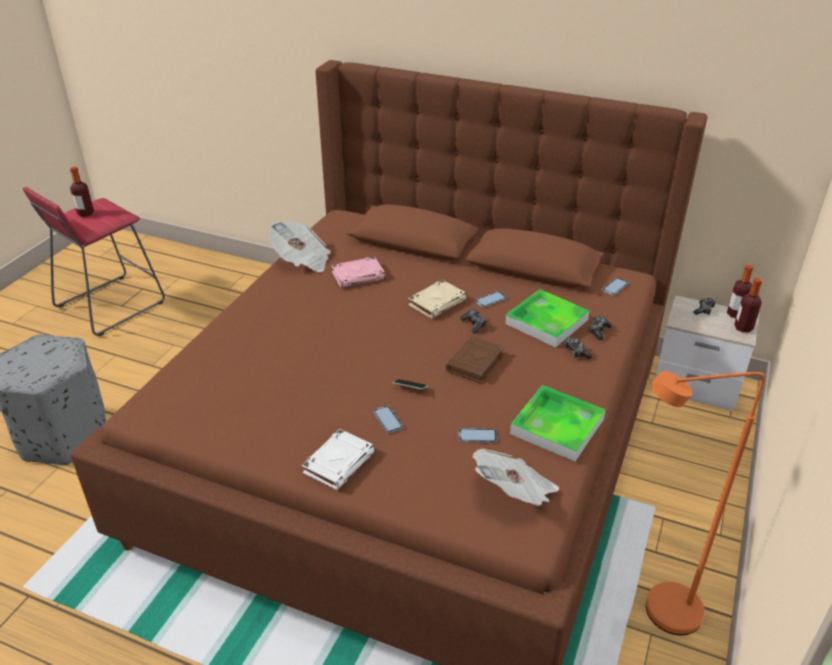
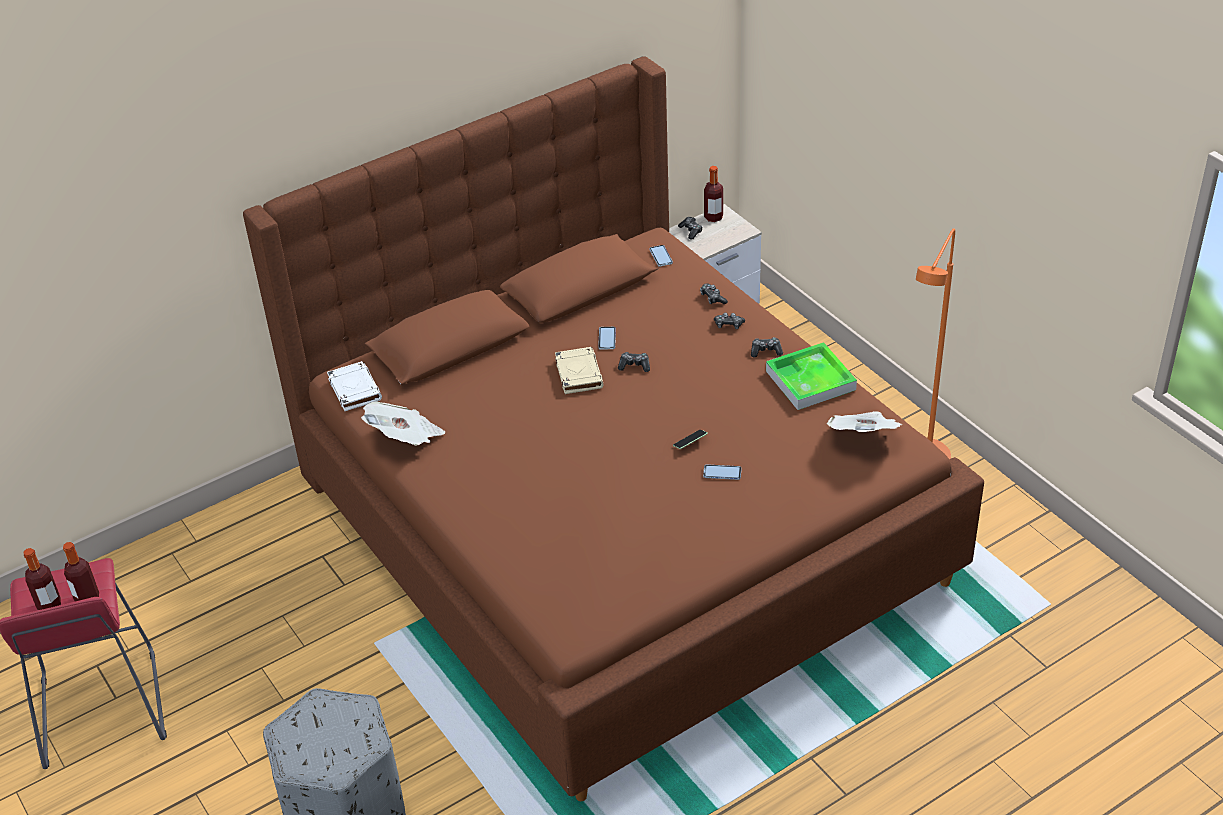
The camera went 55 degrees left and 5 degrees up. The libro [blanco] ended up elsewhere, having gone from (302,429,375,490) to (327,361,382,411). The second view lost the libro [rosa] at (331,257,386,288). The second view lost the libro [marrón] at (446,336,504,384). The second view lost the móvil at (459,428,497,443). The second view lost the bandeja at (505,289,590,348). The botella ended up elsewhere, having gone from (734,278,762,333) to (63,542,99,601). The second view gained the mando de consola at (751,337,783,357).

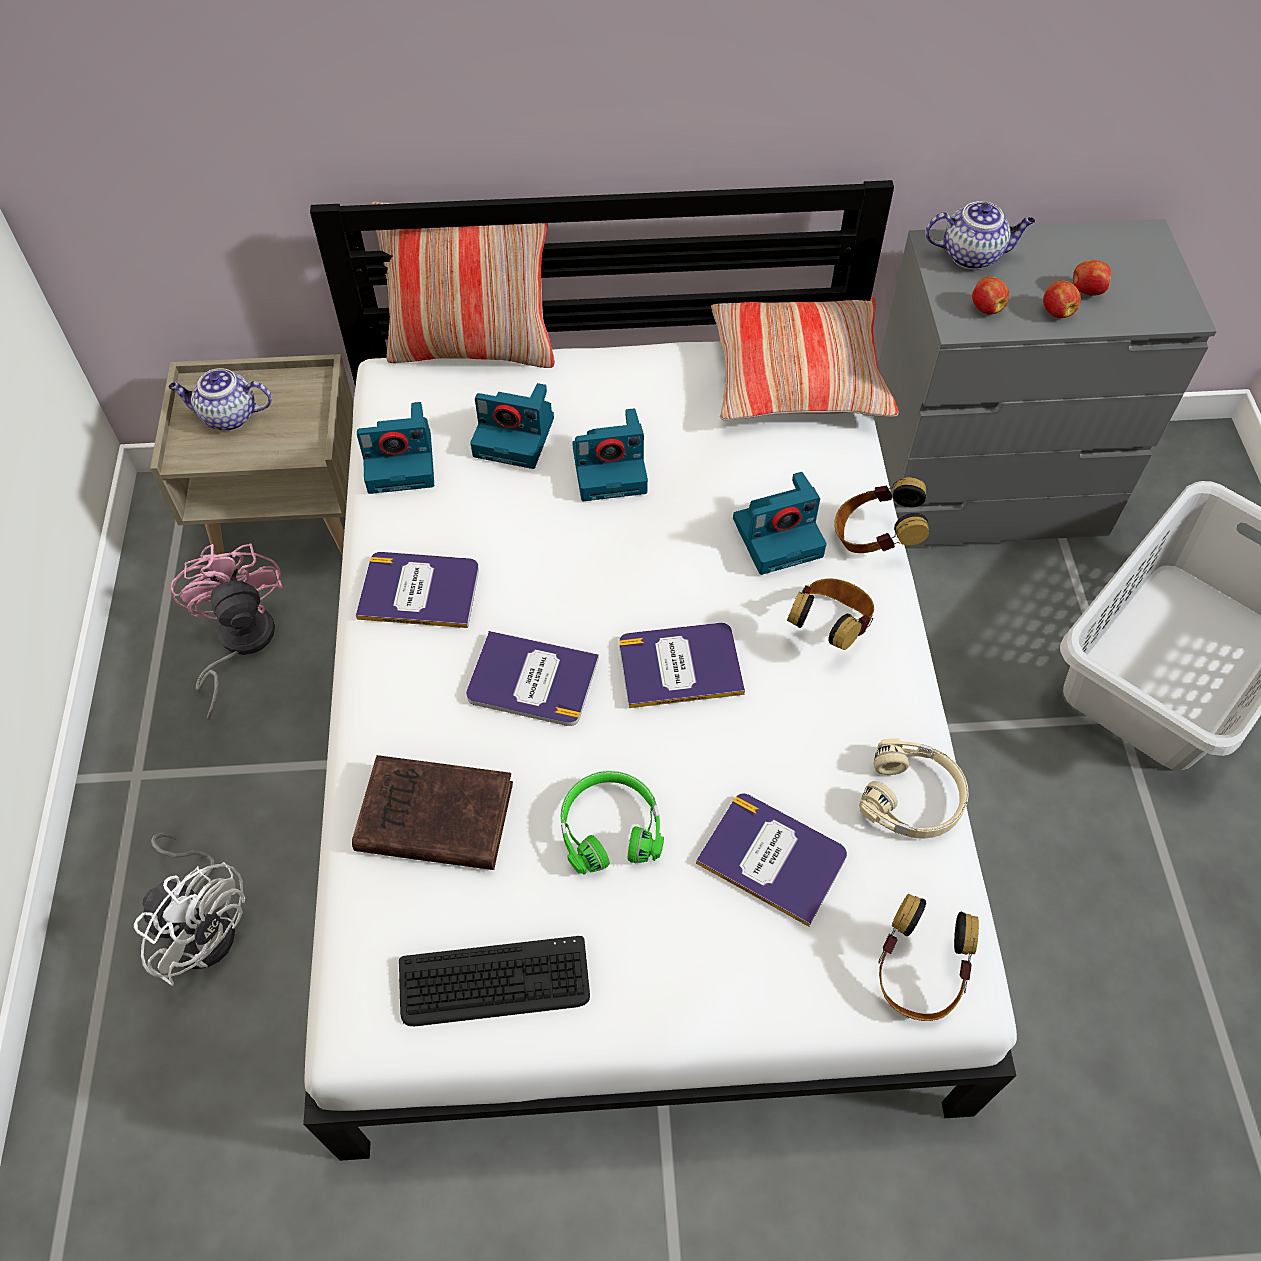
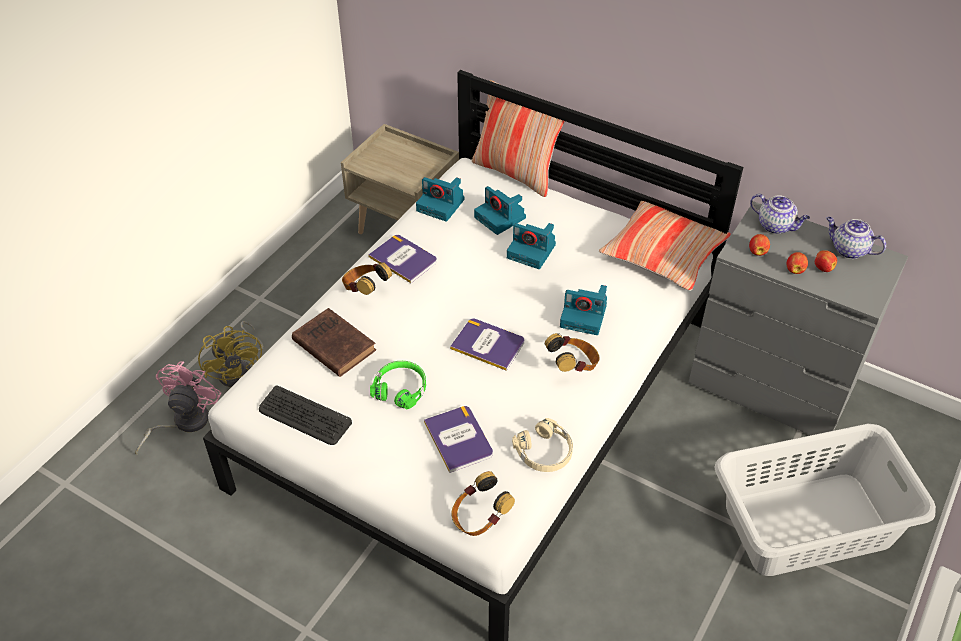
The camera went 35 degrees right and 10 degrees down. What was the ventilador [blanco] at (134,833,245,986) turned into the ventilador [amarillo] at (198,321,264,387). The tetera ended up elsewhere, having gone from (168,368,272,431) to (826,217,886,259). The ventilador [rosa] ended up elsewhere, having gone from (171,543,283,720) to (135,361,221,455). The second view lost the libro at (466,631,599,726). The auriculares ended up elsewhere, having gone from (834,477,929,553) to (342,262,392,295).

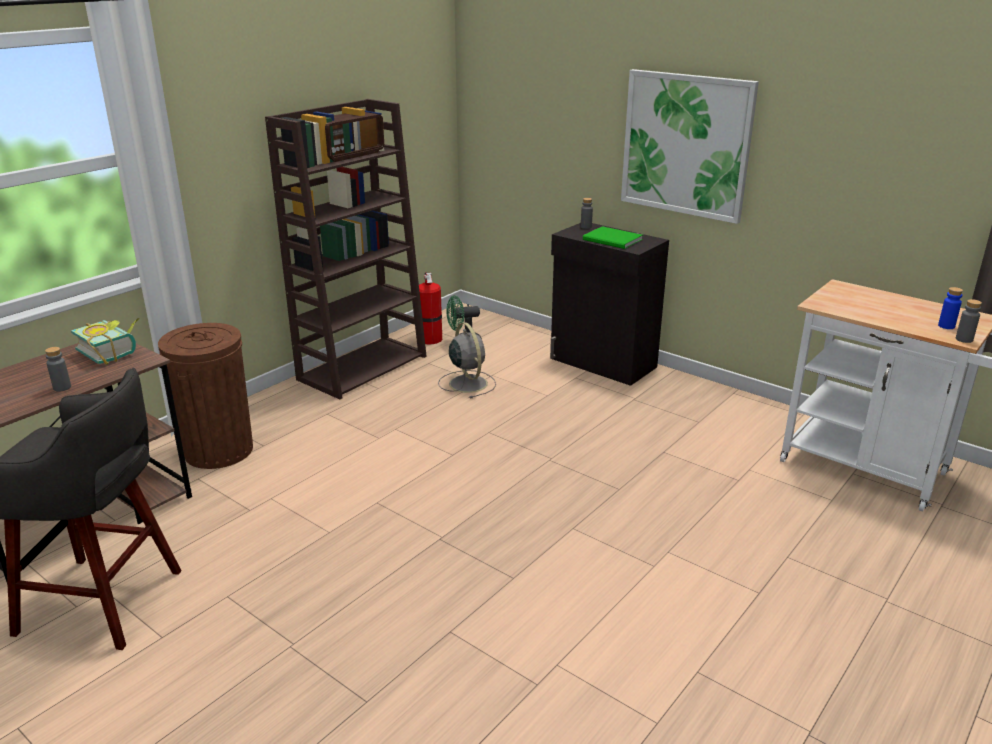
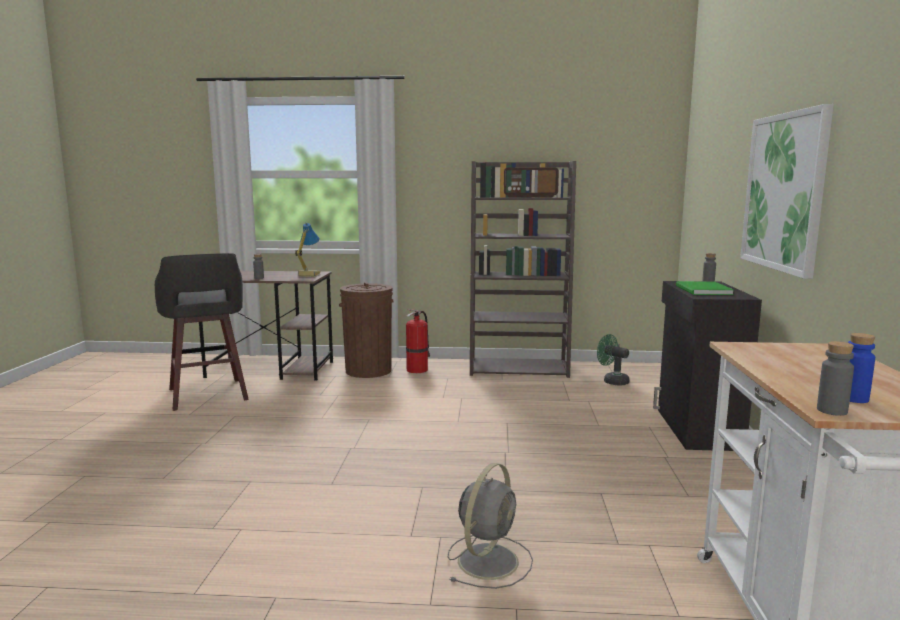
The camera went 55 degrees right and 15 degrees down. Where the libro stood at (71,318,139,365), the lámpara de mesa came to stand at (295,222,320,277). The extintor ended up elsewhere, having gone from (419,272,442,344) to (406,309,430,373). The ventilador [gris] ended up elsewhere, having gone from (438,322,496,398) to (448,463,533,589).

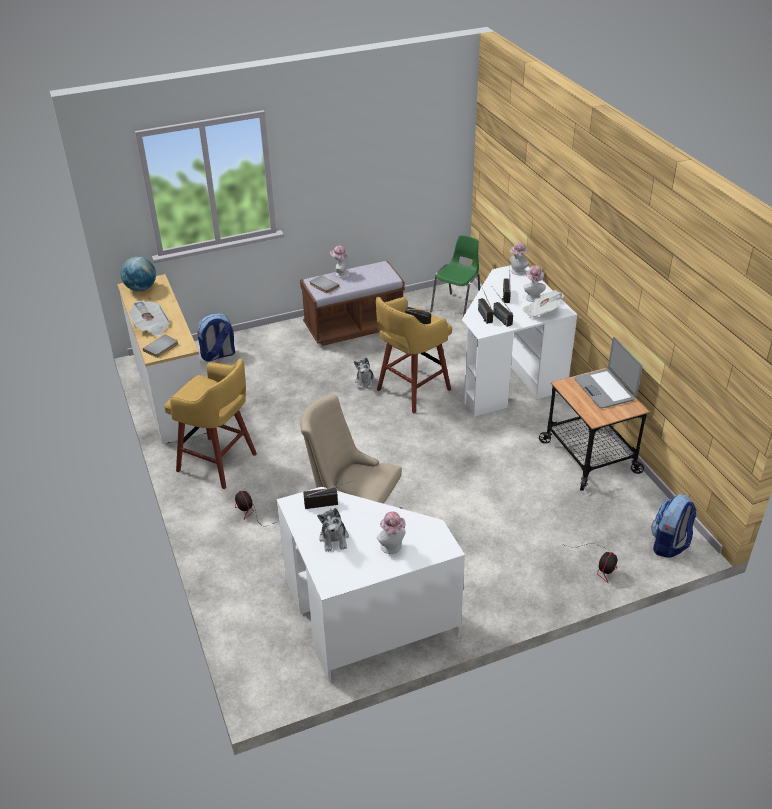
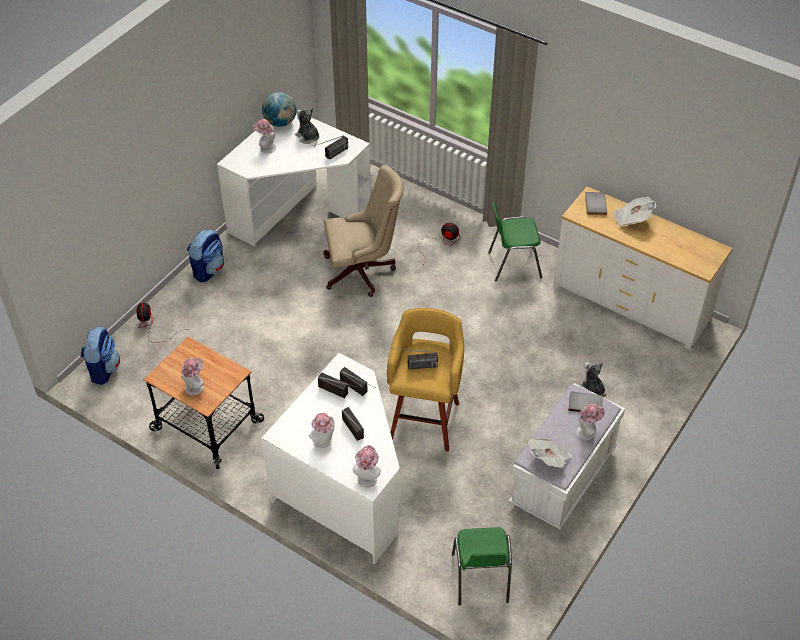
The camera went 145 degrees right and 10 degrees up. The globo terráqueo ended up elsewhere, having gone from (121,257,156,291) to (262,92,297,127). Where the taburete [amarillo] stood at (164,359,257,489), the silla [verde] came to stand at (488,202,542,282). The mochila ended up elsewhere, having gone from (197,314,235,362) to (187,229,224,282). What was the banco [marrón] at (300,261,405,346) turned into the banco [blanco] at (509,383,625,529). The peluche ended up elsewhere, having gone from (354,358,376,389) to (578,362,606,397). The periódico ended up elsewhere, having gone from (523,290,564,318) to (528,438,572,468). Where the portátil stood at (574,337,643,408), the sombrero came to stand at (181,357,204,395).

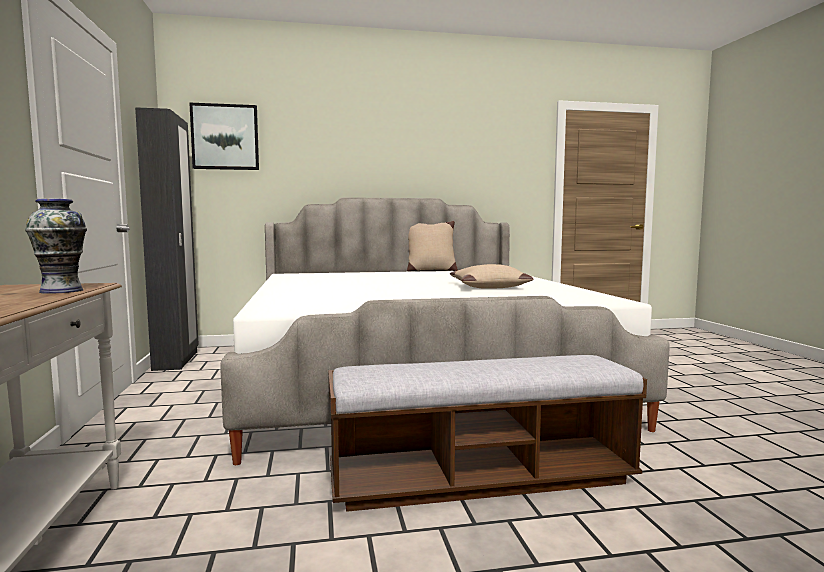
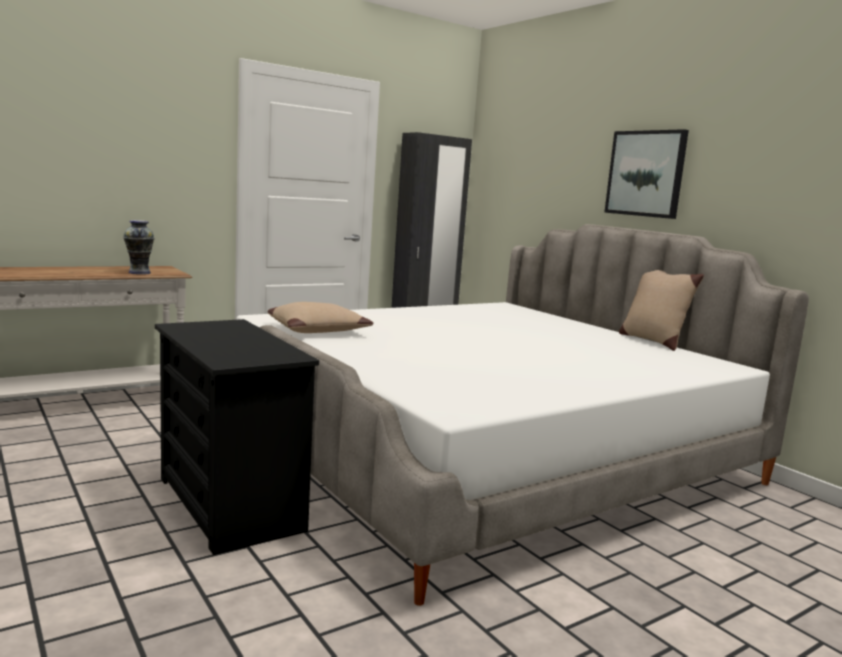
The camera went 65 degrees right and 5 degrees up. The cuadro ended up elsewhere, having gone from (189,103,259,170) to (604,129,689,219). Where the banco stood at (328,355,647,512), the cómoda [negro] came to stand at (155,319,319,555). The cojín [beis] ended up elsewhere, having gone from (450,264,533,289) to (268,302,373,333).

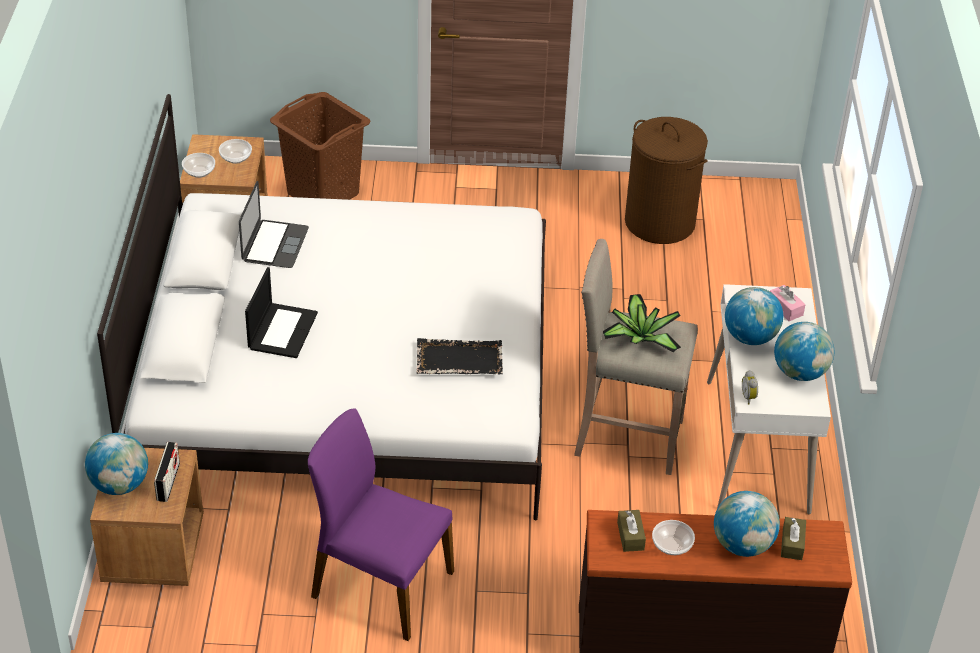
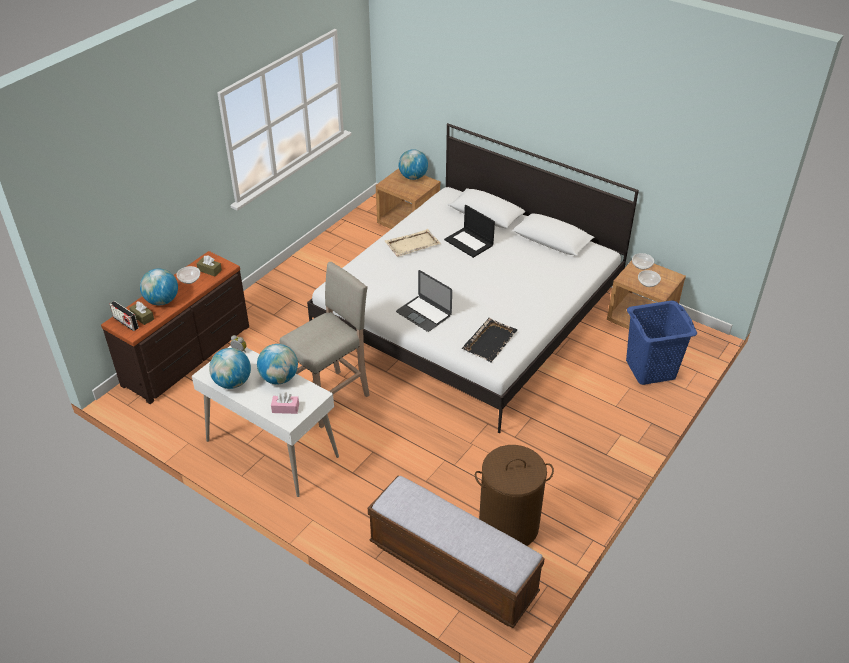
The camera went 125 degrees right and 0 degrees up. The radio ended up elsewhere, having gone from (154,442,180,502) to (110,301,139,331). The portátil ended up elsewhere, having gone from (239,181,309,268) to (396,270,452,332). What was the cesto de la ropa [marrón] at (270,92,371,200) turned into the cesto de la ropa [azul] at (626,300,697,385). The second view lost the silla [morado] at (308,408,454,641). The bandeja [negro] ended up elsewhere, having gone from (416,338,503,374) to (462,318,518,362). The second view lost the planta en maceta at (603,294,681,353). The second view gained the banco at (368,476,545,628). The second view gained the bandeja [beis] at (385,229,441,257).

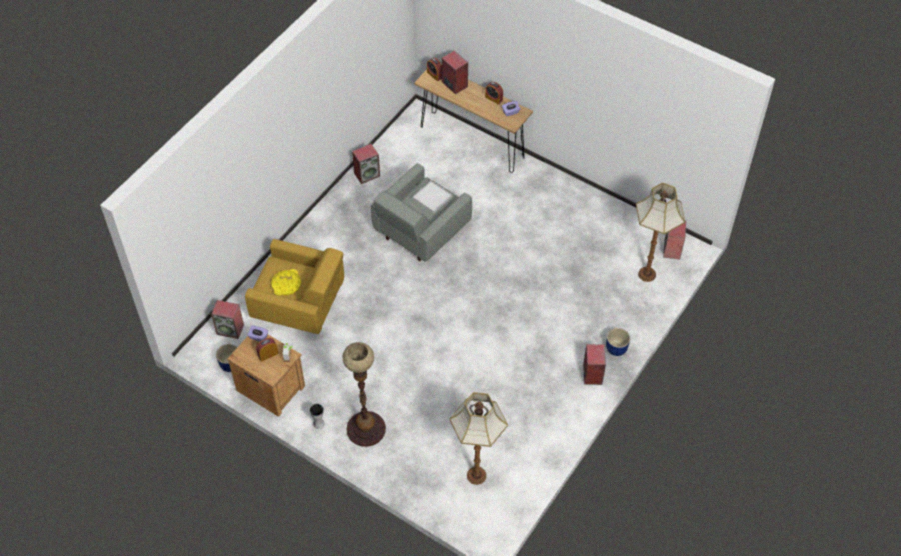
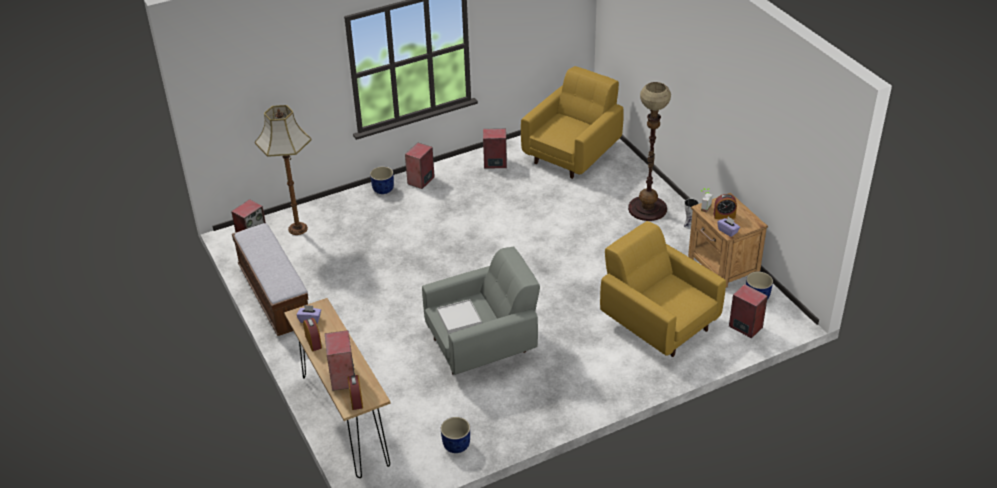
The camera went 150 degrees left and 15 degrees down. The second view lost the bandeja [amarillo] at (271,269,301,296). The altavoz ended up elsewhere, having gone from (352,144,380,184) to (483,128,507,169). Where the lámpara de pie stood at (450,392,508,485), the sillón [amarillo] came to stand at (521,66,624,179). The second view gained the banco at (232,223,309,336). The second view gained the maceta [azul] at (441,417,470,453).

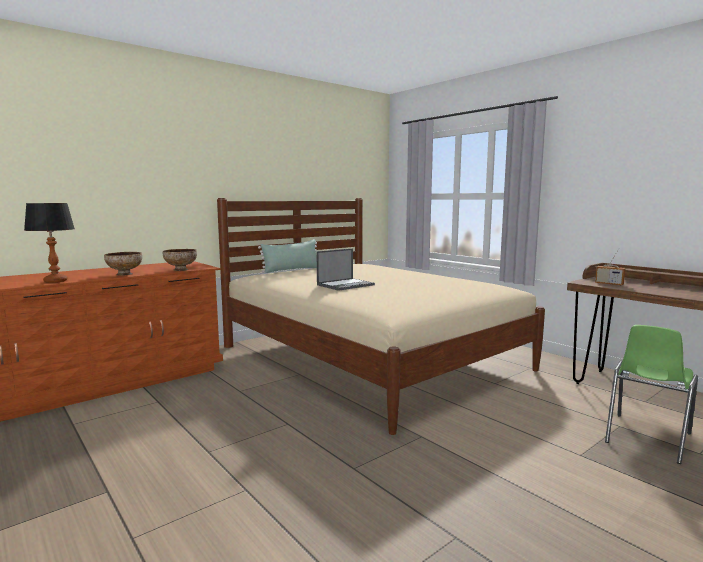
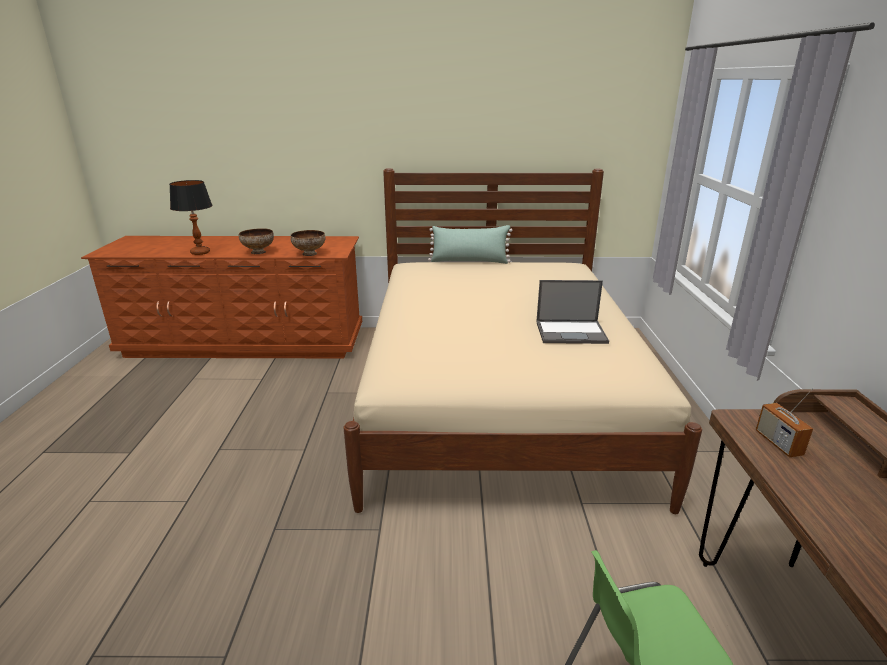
The camera went 40 degrees right and 15 degrees up. The portátil ended up elsewhere, having gone from (316,248,375,291) to (536,280,609,344).

